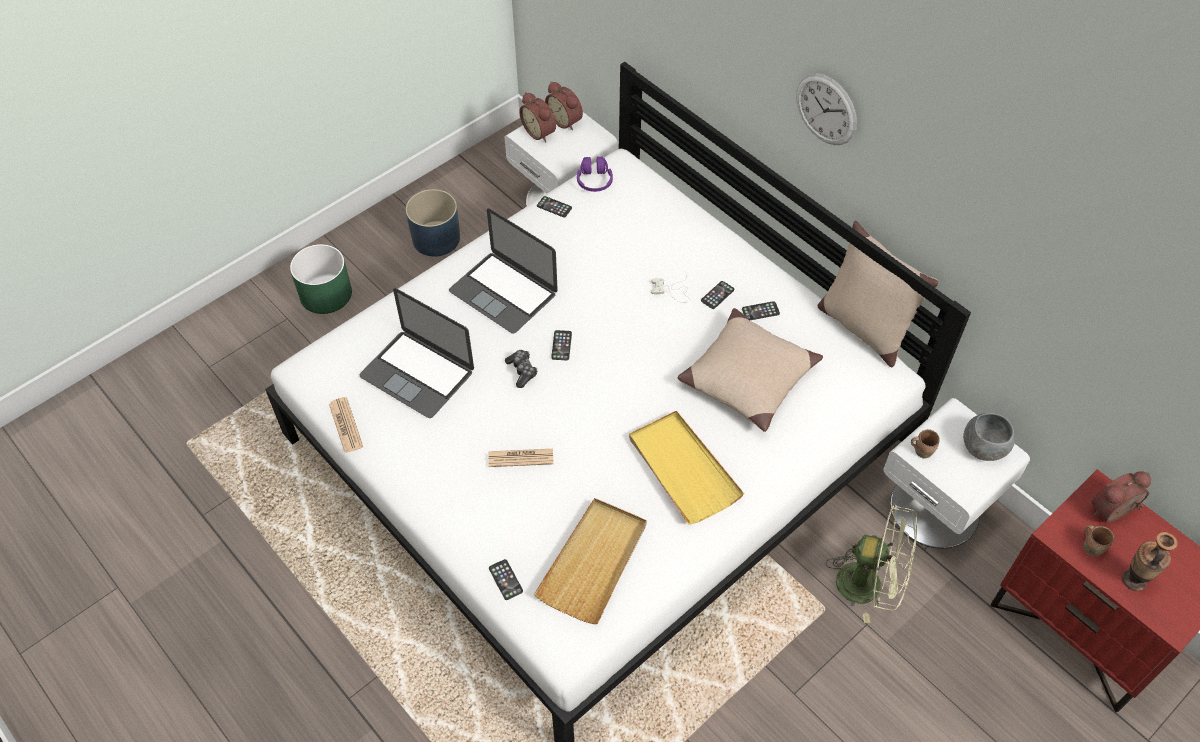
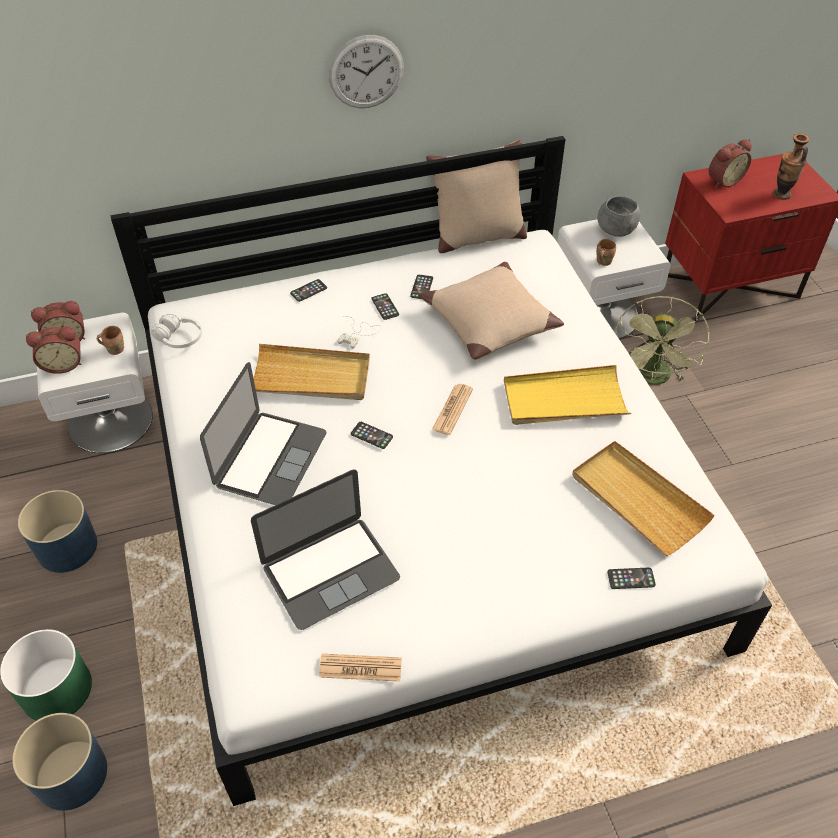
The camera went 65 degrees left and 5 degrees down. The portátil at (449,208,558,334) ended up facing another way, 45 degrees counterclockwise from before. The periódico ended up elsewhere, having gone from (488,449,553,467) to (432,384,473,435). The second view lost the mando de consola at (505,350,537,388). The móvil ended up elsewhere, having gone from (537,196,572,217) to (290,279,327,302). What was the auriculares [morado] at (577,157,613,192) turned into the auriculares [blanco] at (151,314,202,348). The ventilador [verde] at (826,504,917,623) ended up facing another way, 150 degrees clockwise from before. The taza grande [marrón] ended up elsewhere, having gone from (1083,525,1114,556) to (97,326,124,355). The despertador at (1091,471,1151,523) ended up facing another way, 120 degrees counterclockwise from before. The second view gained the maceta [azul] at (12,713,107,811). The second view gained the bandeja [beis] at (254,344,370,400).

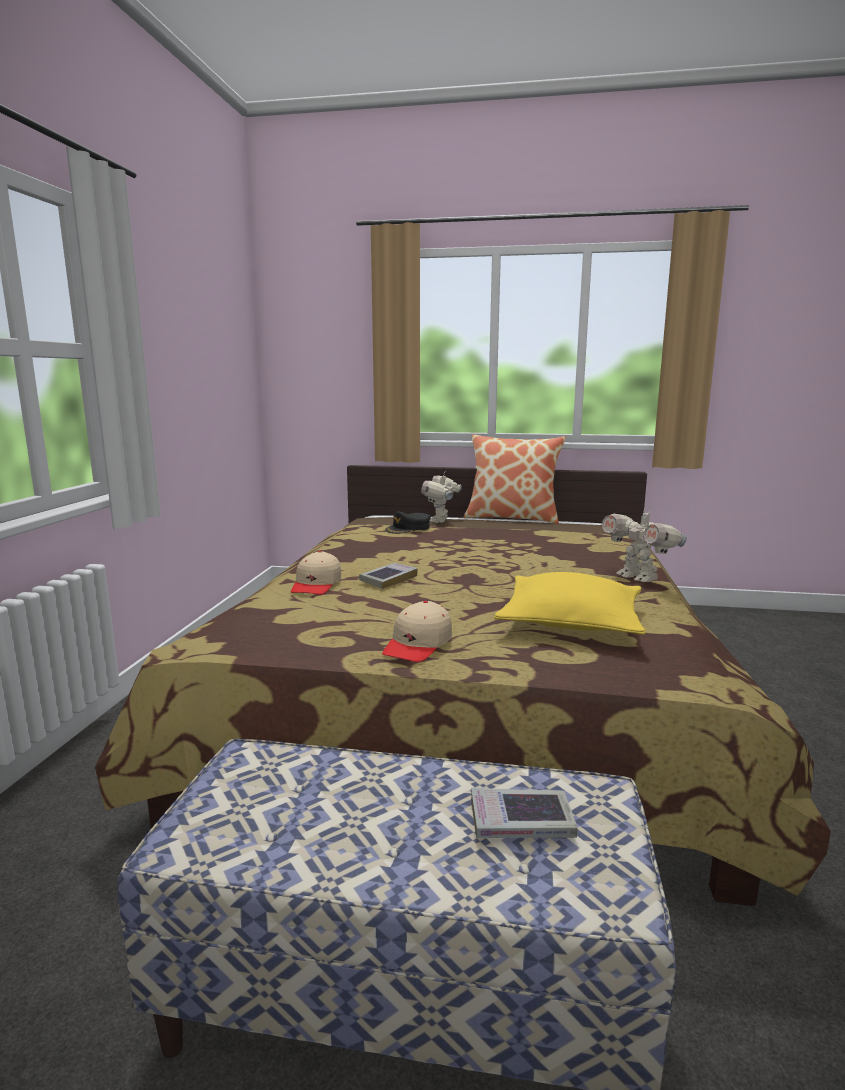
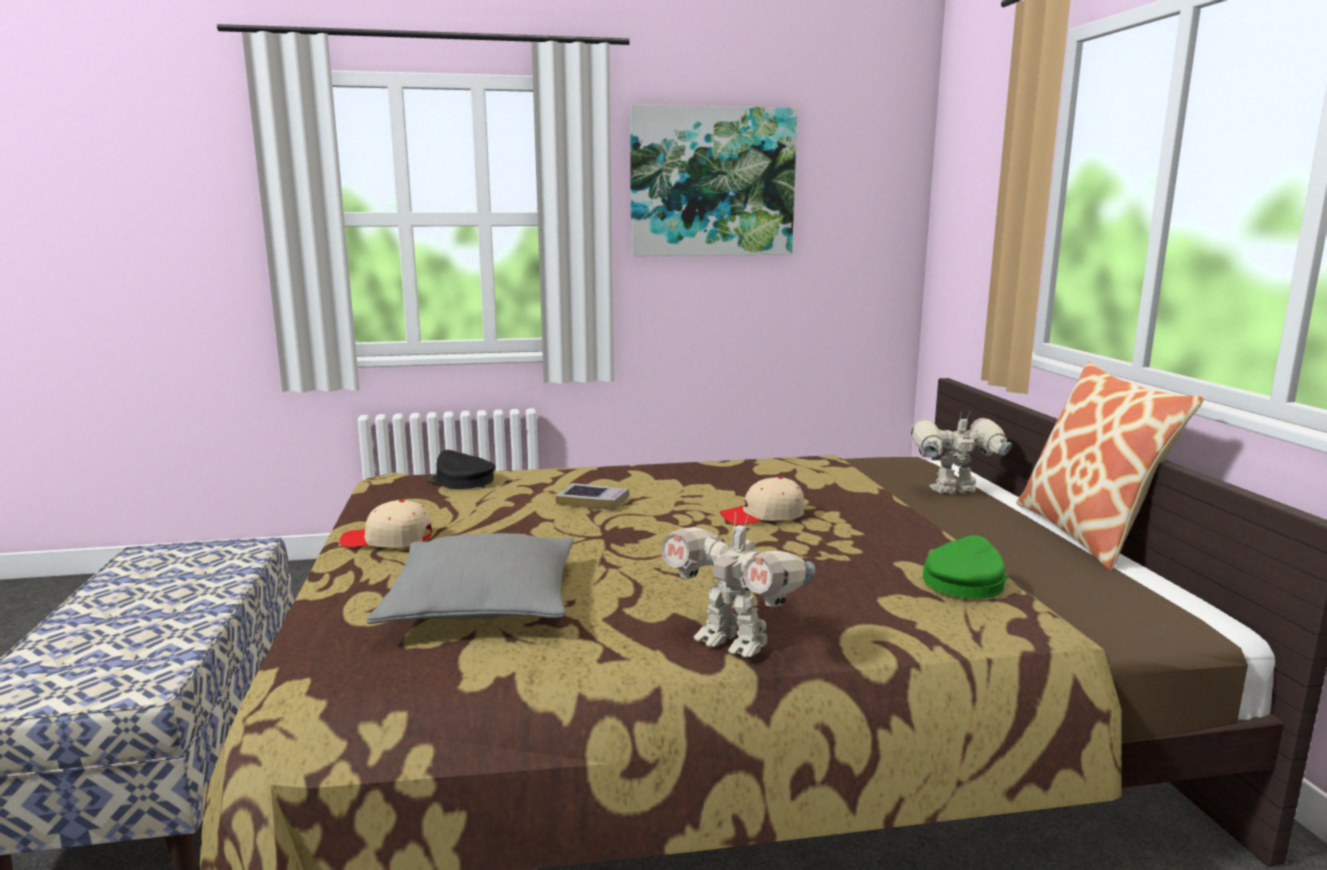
The camera went 70 degrees right and 0 degrees up. The gorra [beis] ended up elsewhere, having gone from (291,551,341,595) to (720,477,804,525). The gorra [negro] ended up elsewhere, having gone from (385,512,431,534) to (425,450,496,489). The second view lost the libro at (471,788,578,838). What was the cojín [amarillo] at (494,572,645,635) turned into the cojín [gris] at (366,533,574,624). The robot de juguete at (602,506,687,582) ended up facing another way, 90 degrees counterclockwise from before. The second view gained the cuadro at (630,104,797,256). The second view gained the gorra [verde] at (923,535,1008,599).

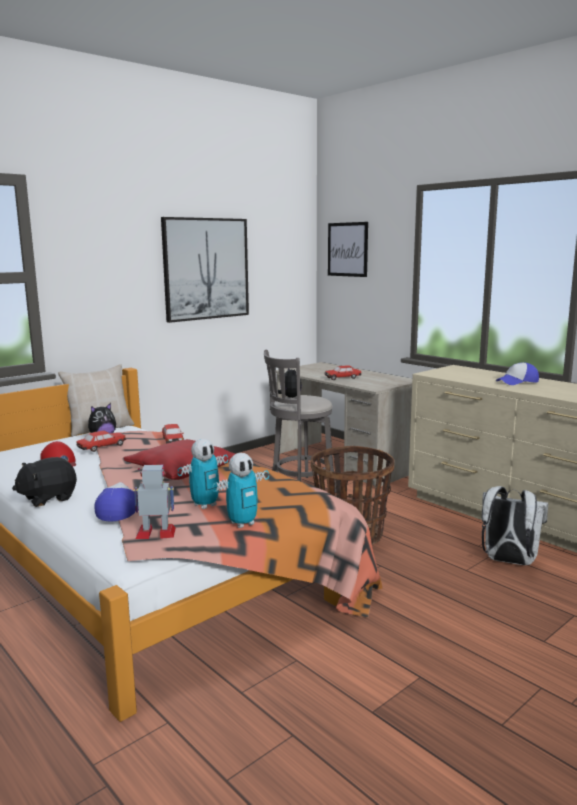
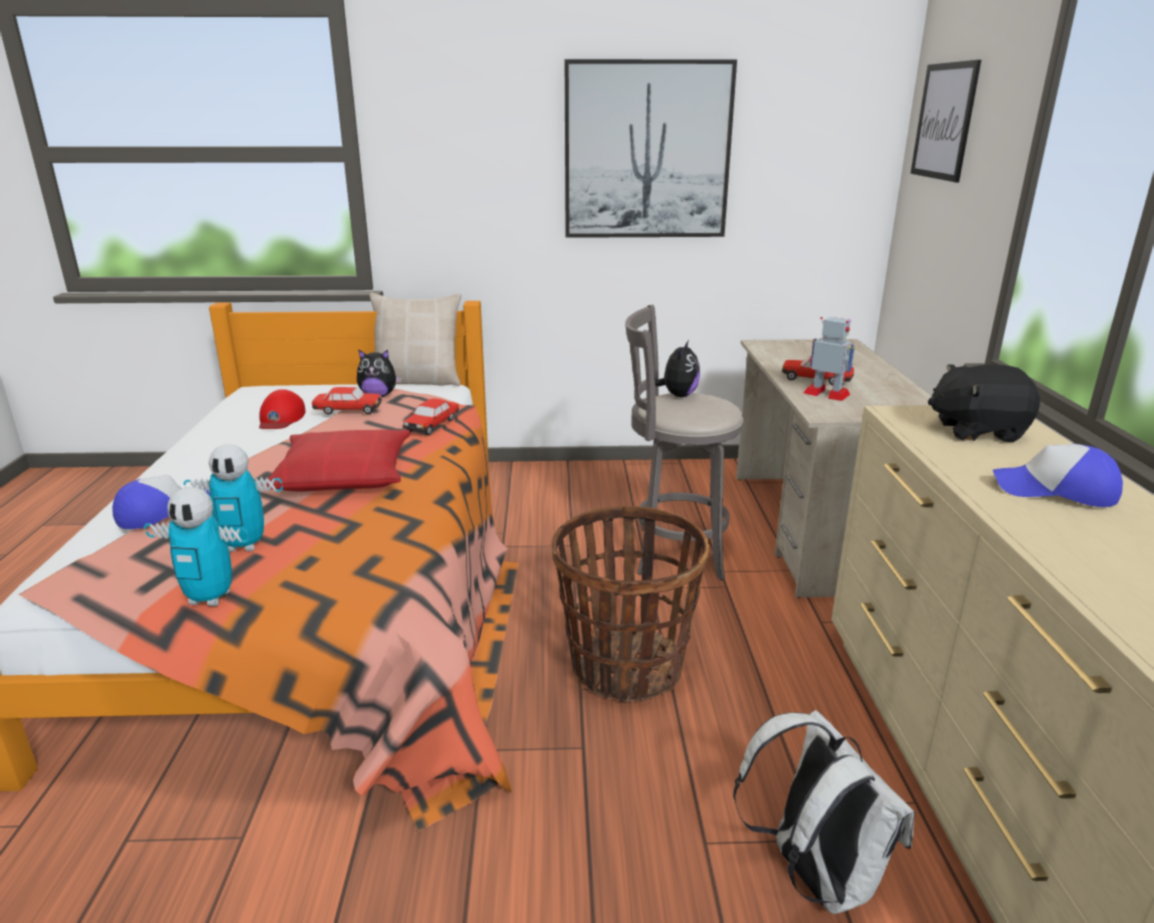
The camera went 40 degrees right and 10 degrees up. The peluche [negro] ended up elsewhere, having gone from (12,457,77,507) to (928,364,1040,442). The robot de juguete ended up elsewhere, having gone from (133,465,176,539) to (803,317,856,401).

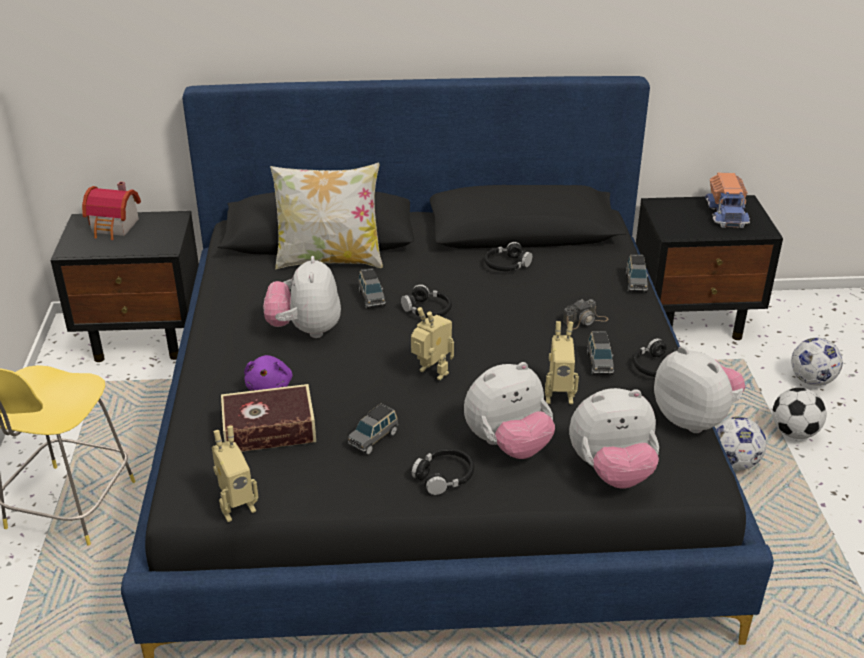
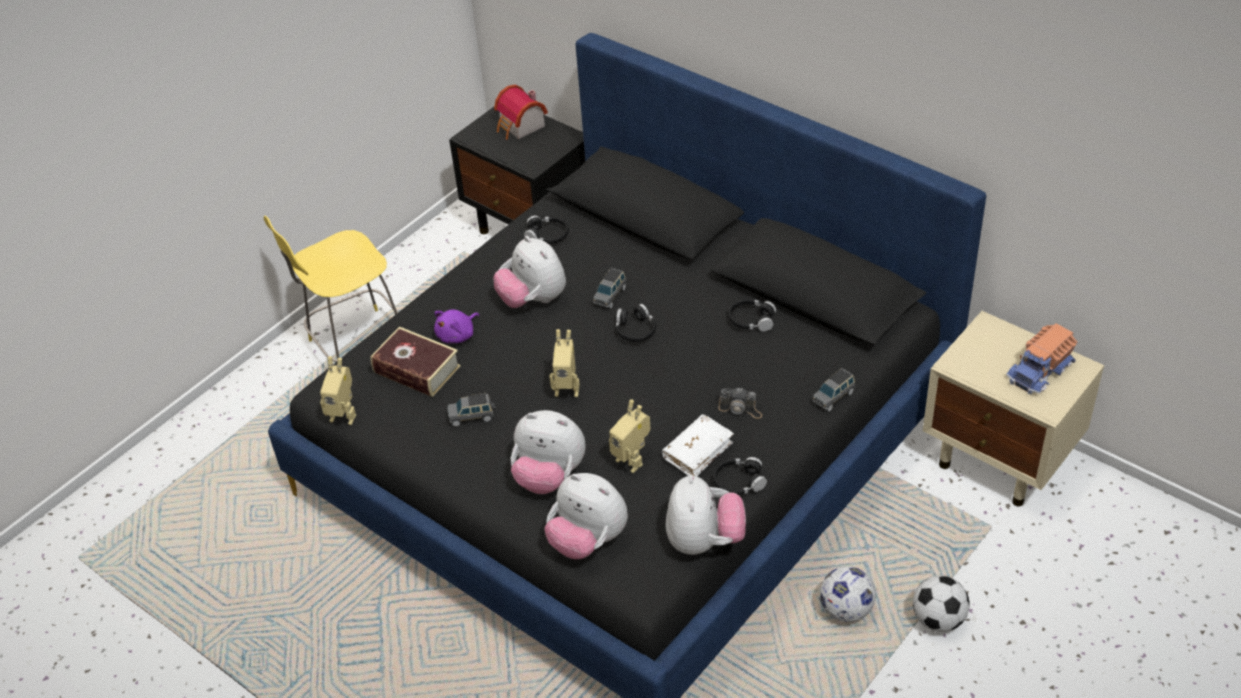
The camera went 45 degrees right and 10 degrees up. The peluche at (264,256,341,338) ended up facing another way, 75 degrees counterclockwise from before. The second view lost the cojín at (270,163,383,270). The robot de juguete at (411,307,454,380) ended up facing another way, 105 degrees clockwise from before. The auriculares [negro] ended up elsewhere, having gone from (411,448,474,495) to (524,216,569,244). Where the coche de juguete [gris] stood at (587,331,614,375), the libro [blanco] came to stand at (662,414,734,476). What was the mesita de noche [negro] at (636,195,783,340) turned into the mesita de noche [beis] at (923,311,1104,506). The second view lost the balón de fútbol at (791,338,843,386).

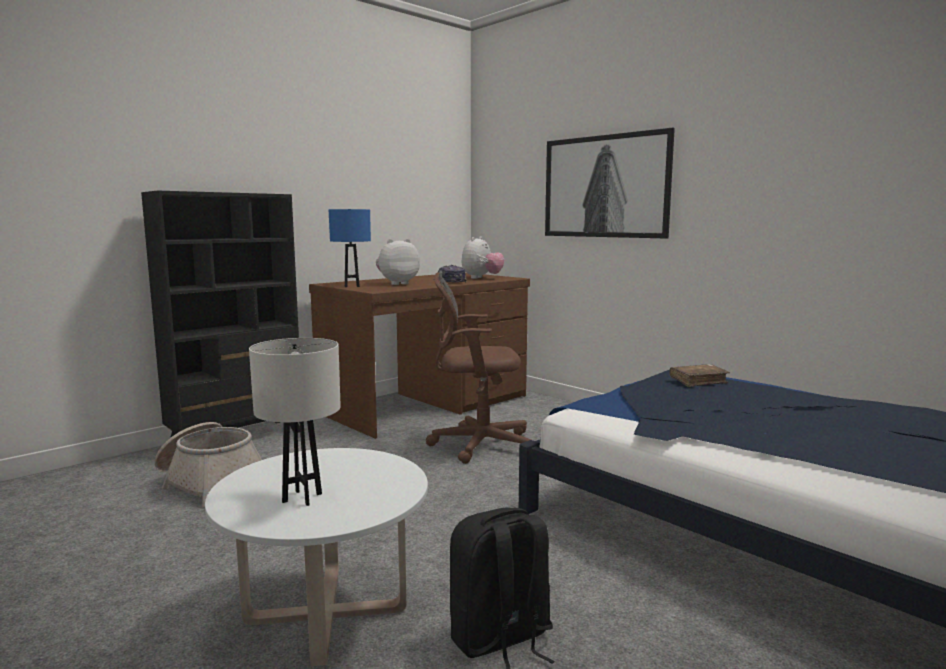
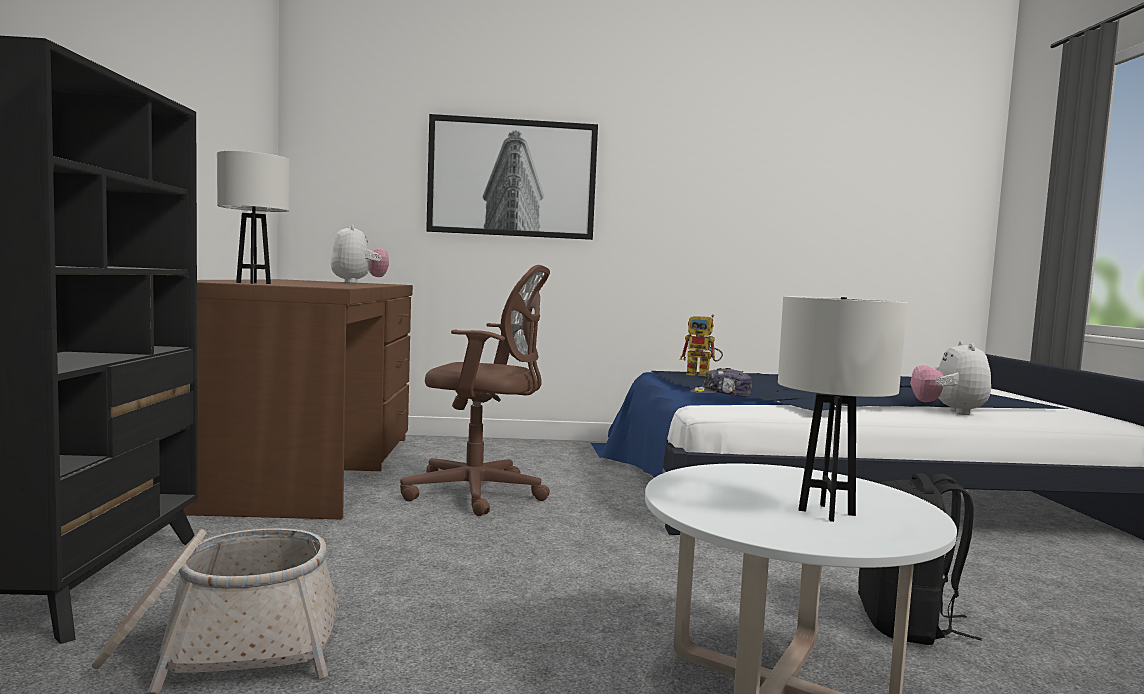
The camera went 50 degrees left and 5 degrees down. What was the lámpara de mesa [azul] at (329,209,371,287) turned into the lámpara de mesa [blanco] at (217,151,290,284). The peluche ended up elsewhere, having gone from (376,239,420,285) to (910,341,991,415). The silla de oficina [marrón] at (426,272,531,464) ended up facing another way, 120 degrees counterclockwise from before. The gorra ended up elsewhere, having gone from (433,265,467,283) to (691,368,752,397). Where the libro [marrón] stood at (669,364,730,387), the robot de juguete came to stand at (680,314,723,377).

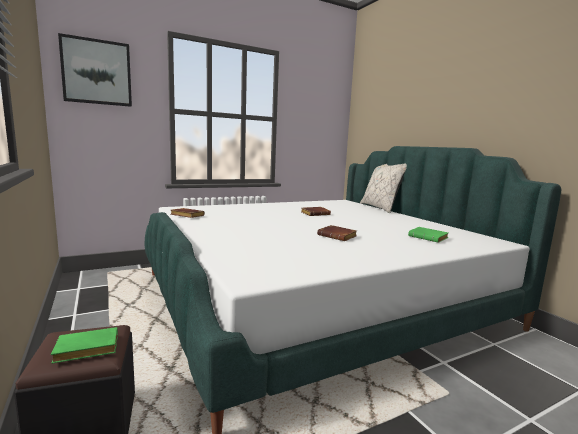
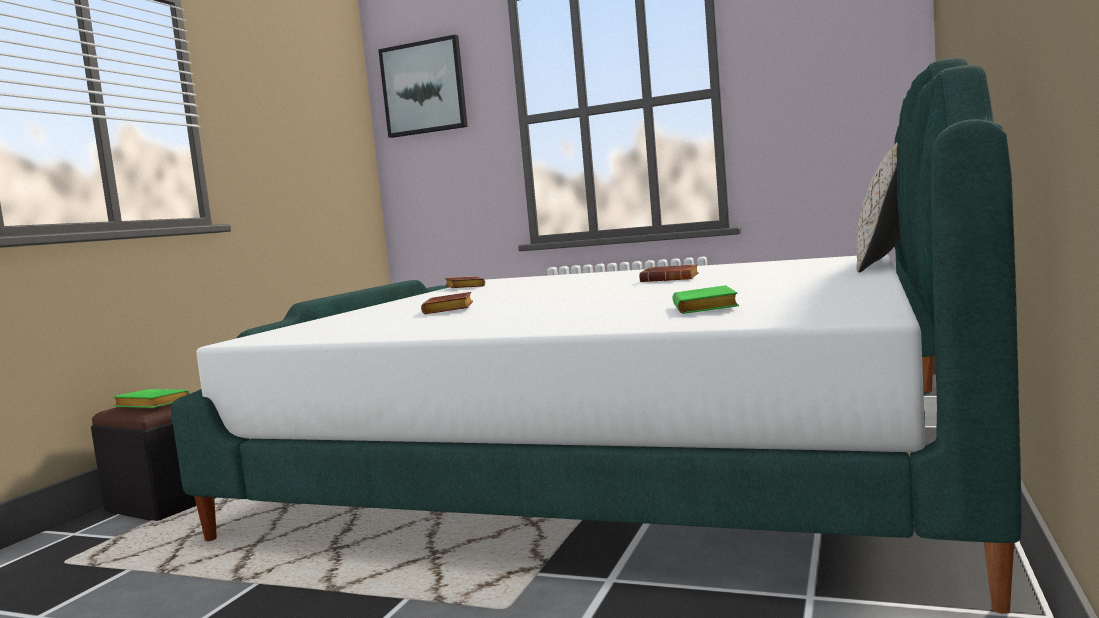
The camera went 50 degrees right and 5 degrees down. The libro [marrón] ended up elsewhere, having gone from (317,225,357,241) to (421,292,473,314).

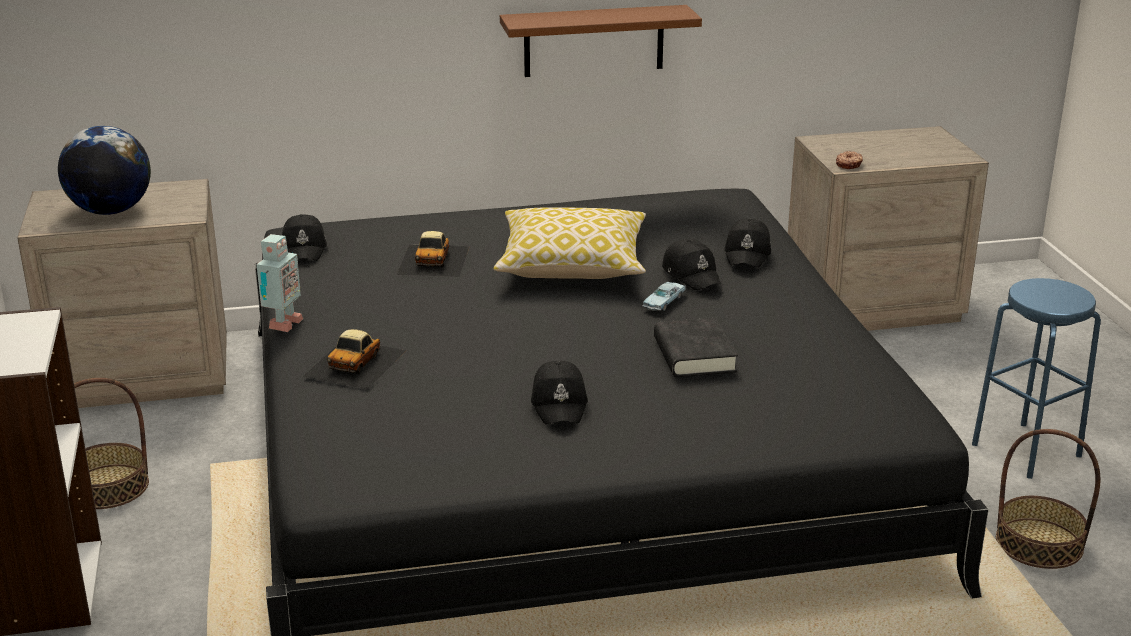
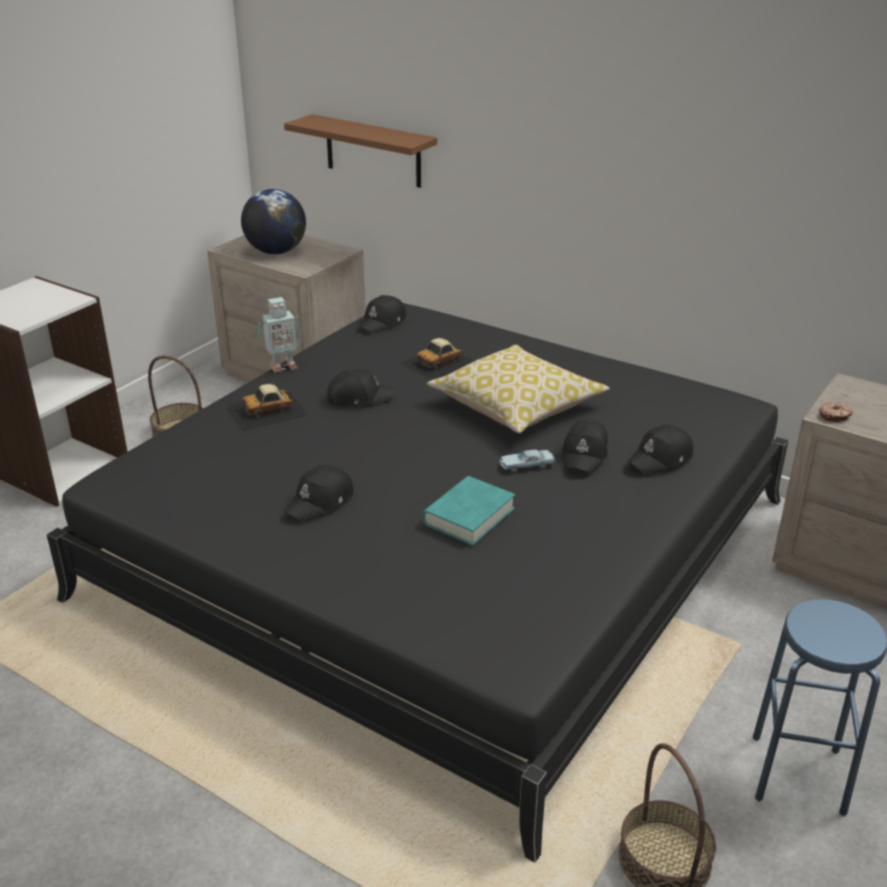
The camera went 45 degrees right and 5 degrees up. The estante [marrón] ended up elsewhere, having gone from (500,5,702,77) to (284,114,437,188). What was the libro [negro] at (654,318,738,377) turned into the libro [turquesa] at (422,476,515,546). The second view gained the gorra [negro] at (327,369,396,406).

